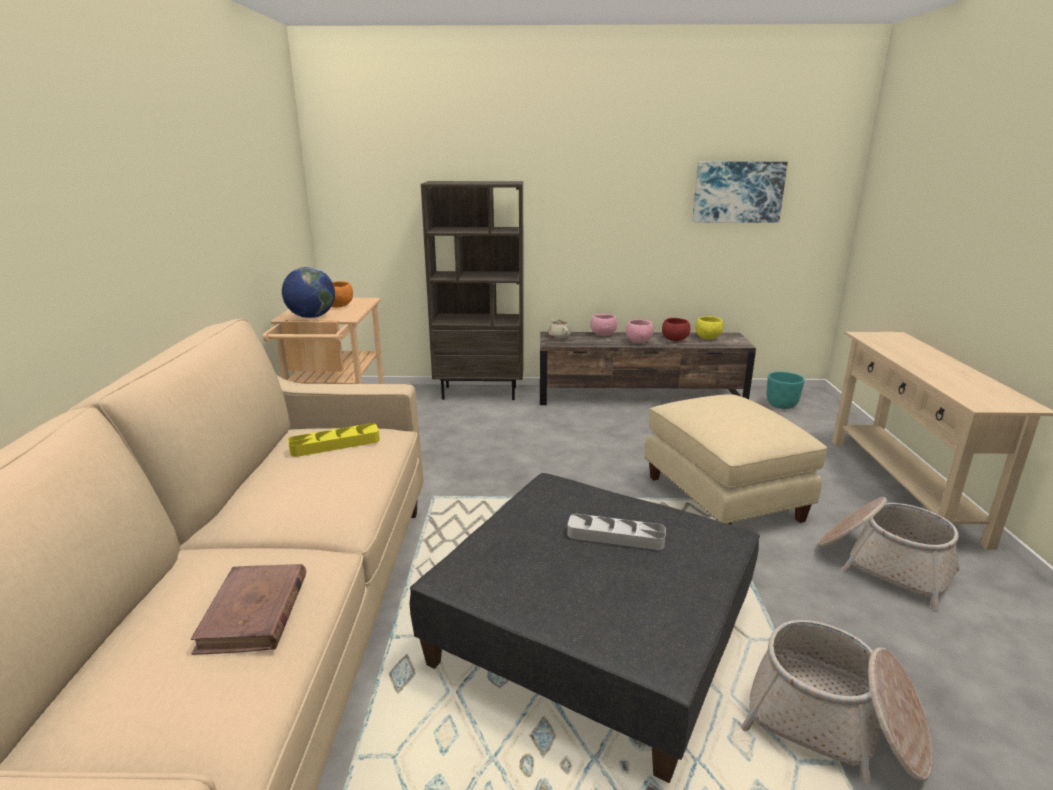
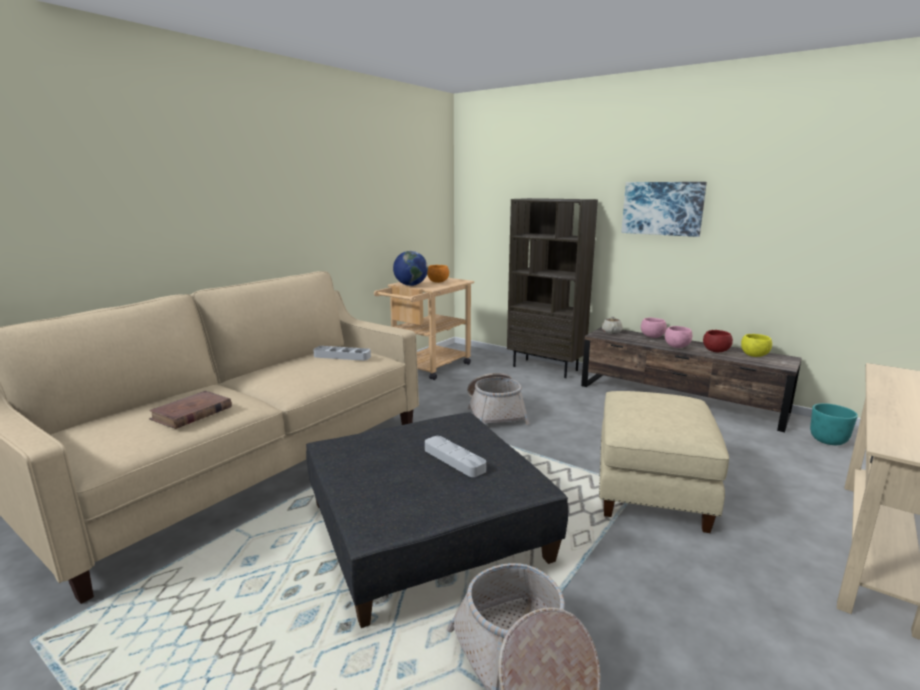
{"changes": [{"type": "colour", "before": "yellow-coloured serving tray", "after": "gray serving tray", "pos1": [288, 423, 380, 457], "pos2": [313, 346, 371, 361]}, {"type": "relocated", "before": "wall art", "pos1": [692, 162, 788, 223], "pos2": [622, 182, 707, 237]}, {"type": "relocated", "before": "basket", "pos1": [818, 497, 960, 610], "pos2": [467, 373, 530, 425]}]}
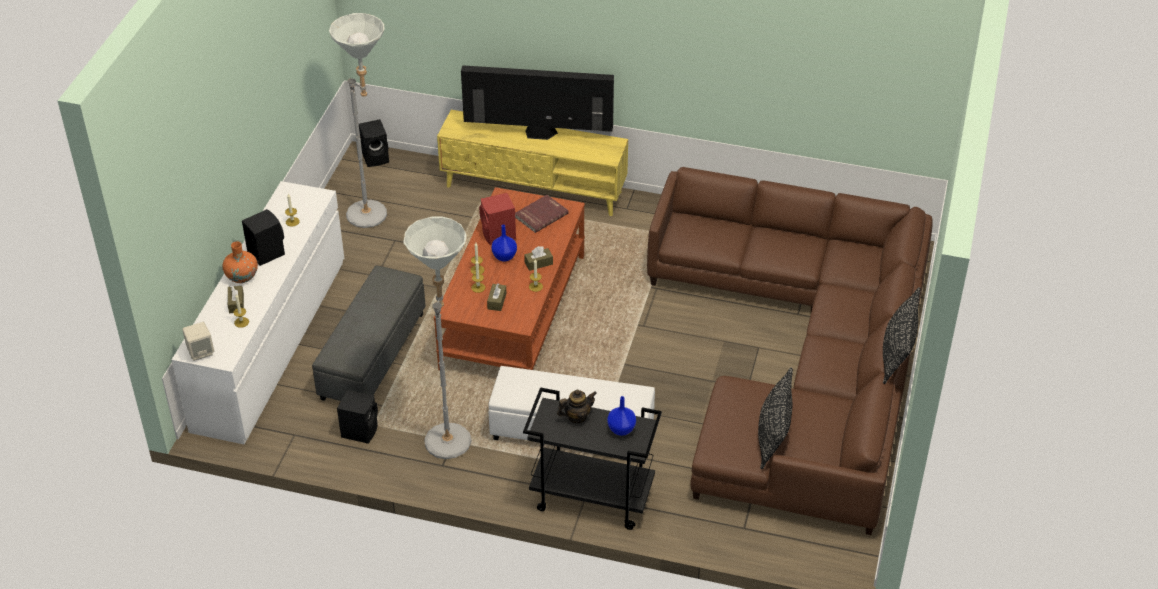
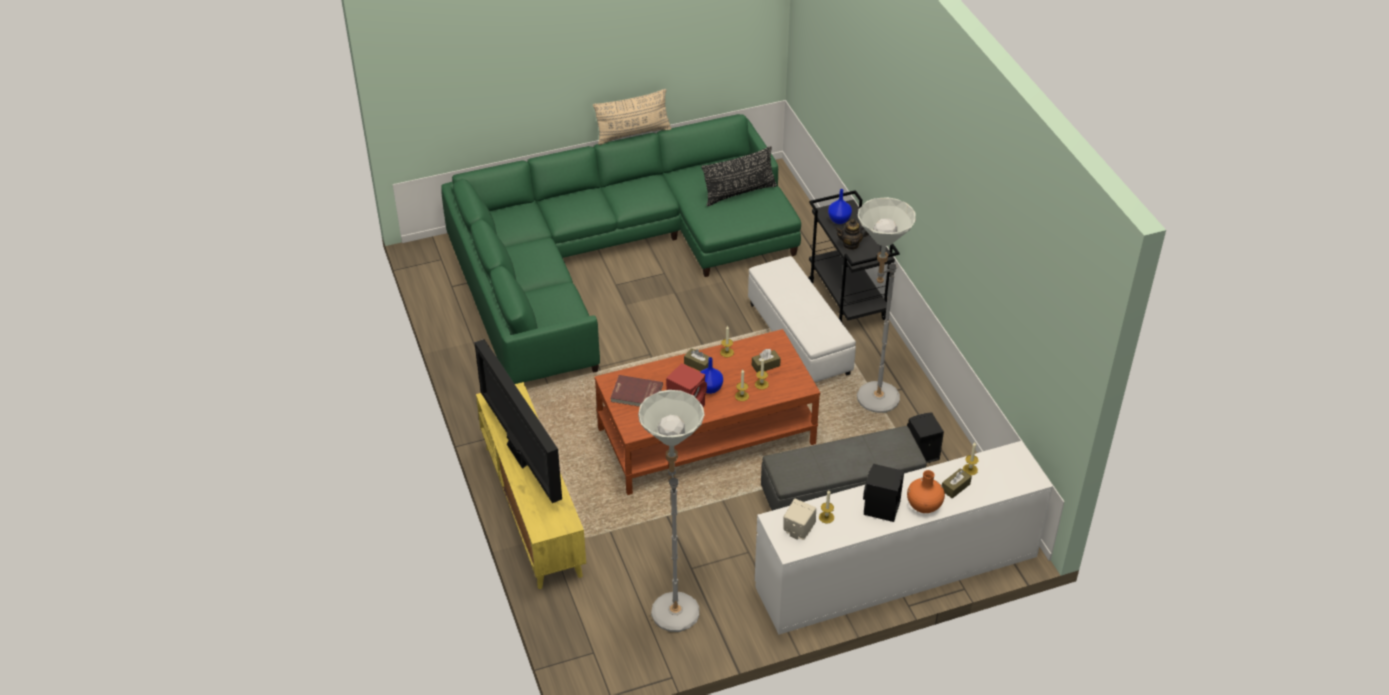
{"changes": [{"type": "relocated", "before": "sand-coloured audio speaker", "pos1": [182, 322, 214, 361], "pos2": [784, 499, 816, 540]}, {"type": "missing", "before": "blackish audio speaker", "pos1": [359, 119, 389, 167]}, {"type": "spun", "before": "pot for tea", "pos1": [557, 389, 597, 423], "pos2": [835, 219, 869, 250], "turn": -45}, {"type": "colour", "before": "brown-coloured couch", "after": "green-coloured couch", "pos1": [647, 167, 933, 535], "pos2": [441, 114, 801, 384]}, {"type": "colour", "before": "blackish cushion", "after": "sand-coloured cushion", "pos1": [883, 287, 921, 384], "pos2": [593, 89, 672, 145]}]}
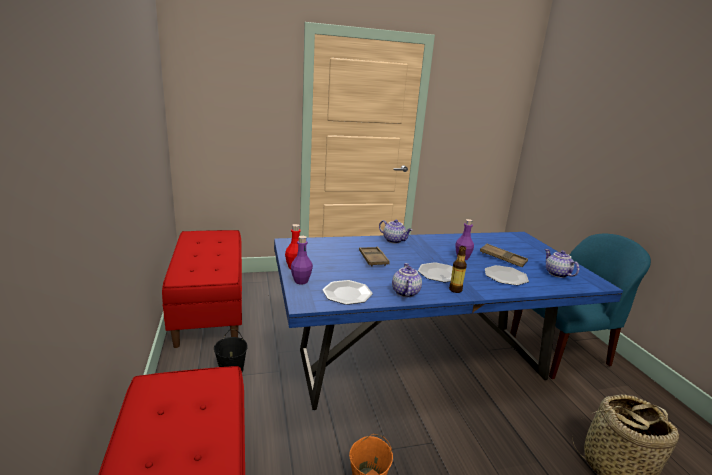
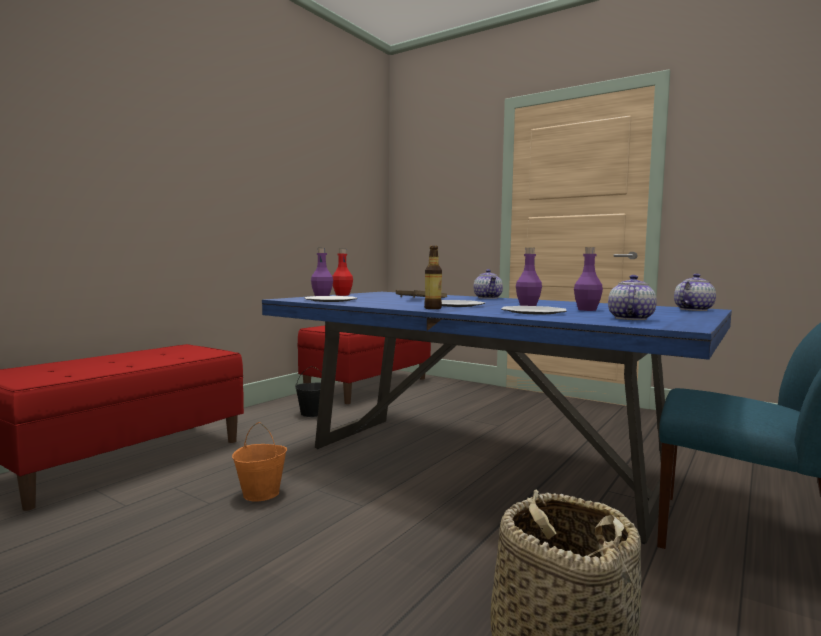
{"changes": [{"type": "relocated", "before": "pot for tea", "pos1": [392, 263, 422, 297], "pos2": [674, 274, 716, 311]}, {"type": "exchanged", "before": "brown-coloured serving tray", "after": "purple beverage bottle", "pos1": [480, 243, 528, 267], "pos2": [574, 247, 603, 311]}]}
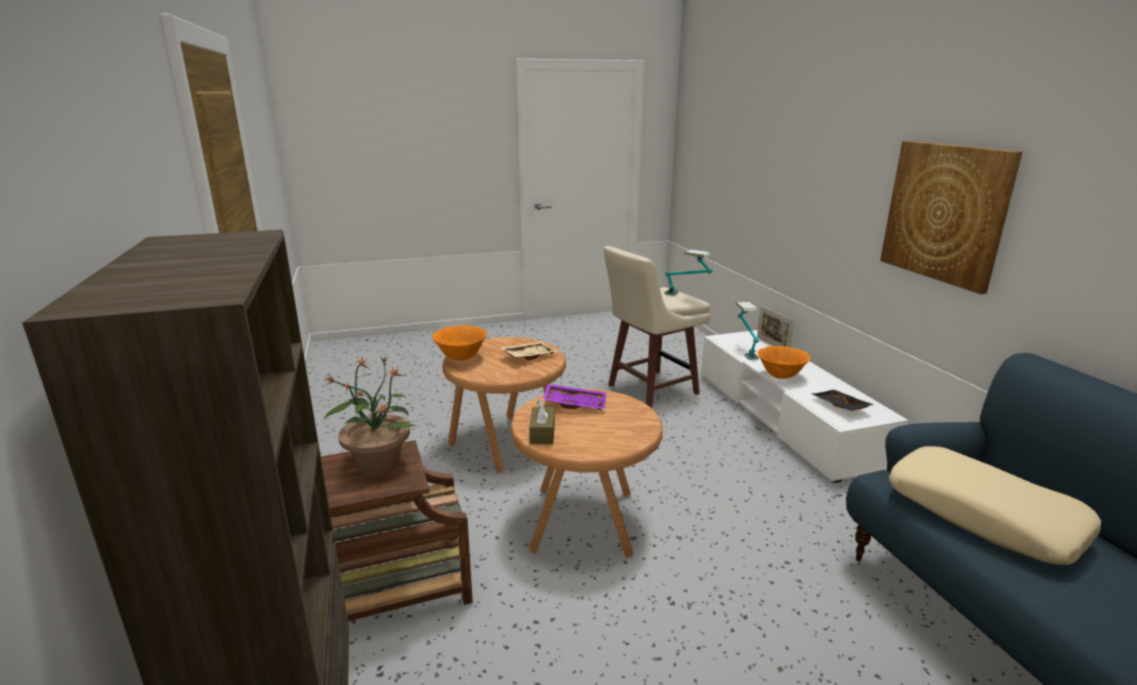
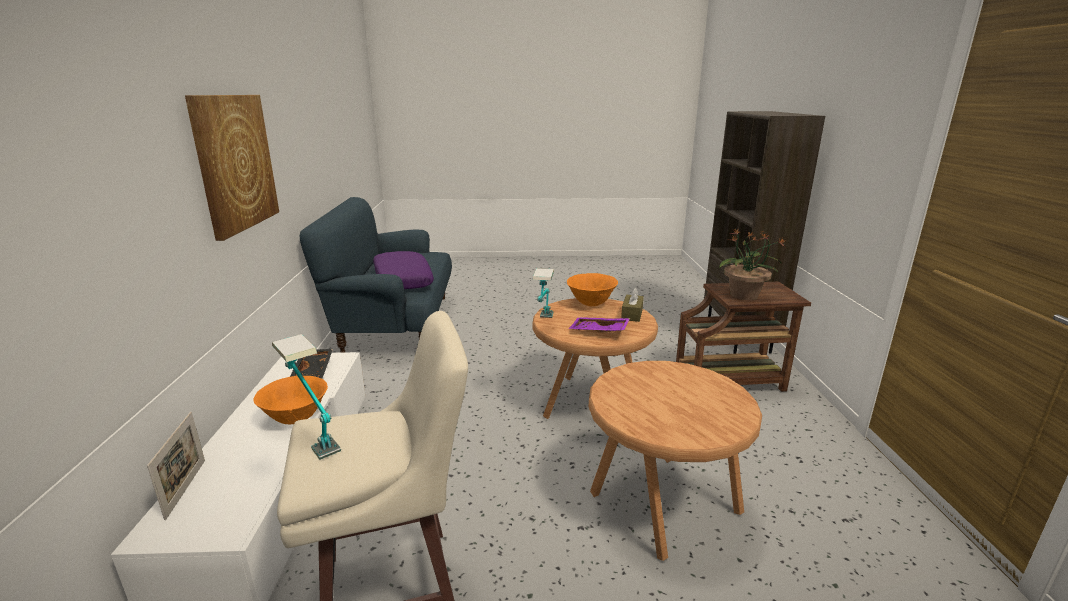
{"changes": [{"type": "relocated", "before": "orangey serving bowl", "pos1": [432, 326, 487, 361], "pos2": [567, 273, 618, 306]}, {"type": "missing", "before": "sand-coloured serving tray", "pos1": [499, 342, 558, 360]}, {"type": "relocated", "before": "tabletop lamp", "pos1": [736, 302, 759, 360], "pos2": [533, 268, 554, 318]}, {"type": "colour", "before": "sand-coloured cushion", "after": "purple cushion", "pos1": [889, 446, 1101, 565], "pos2": [373, 251, 434, 289]}]}
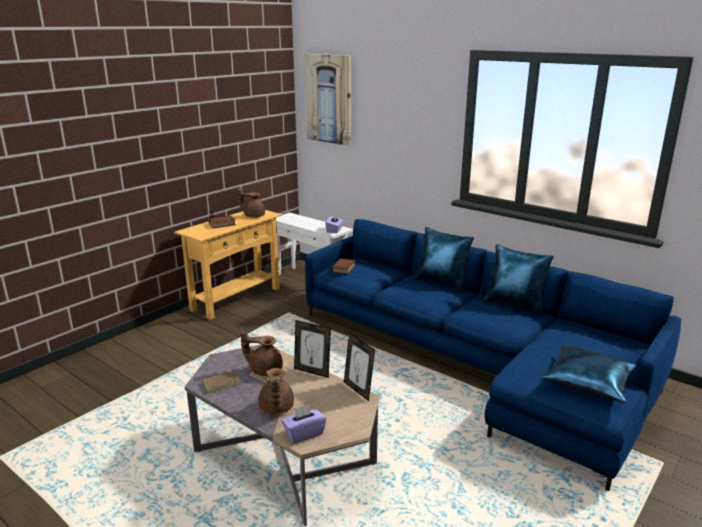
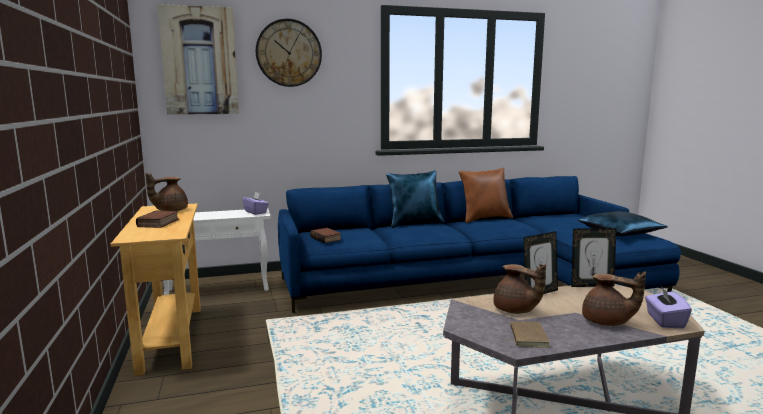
{"changes": [{"type": "spun", "before": "brown-coloured pot for tea", "pos1": [241, 330, 283, 376], "pos2": [493, 264, 546, 314], "turn": -90}, {"type": "colour", "before": "blue-coloured cushion", "after": "brown-coloured cushion", "pos1": [482, 244, 554, 316], "pos2": [459, 168, 513, 223]}, {"type": "appeared", "after": "hanging clock", "pos2": [256, 19, 322, 87]}]}
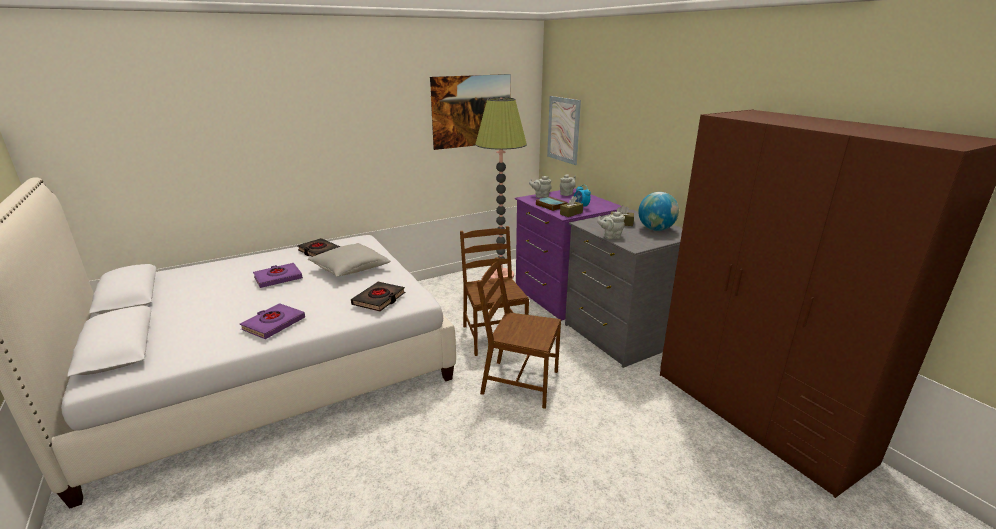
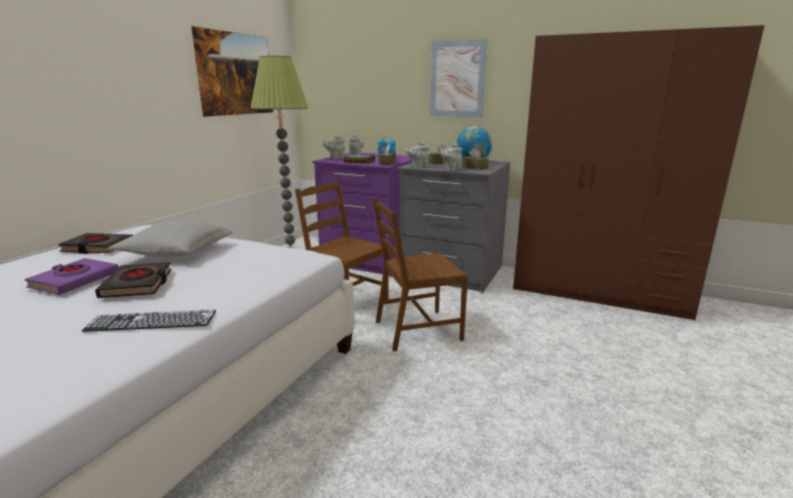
{"changes": [{"type": "exchanged", "before": "purple book", "after": "computer keyboard", "pos1": [240, 303, 305, 339], "pos2": [82, 309, 216, 332]}, {"type": "relocated", "before": "blackish book", "pos1": [351, 282, 405, 311], "pos2": [95, 262, 172, 298]}, {"type": "relocated", "before": "wall art", "pos1": [547, 96, 581, 165], "pos2": [430, 39, 487, 117]}, {"type": "appeared", "after": "gray pot for tea", "pos2": [406, 141, 430, 168]}, {"type": "appeared", "after": "brown-coloured tissue box", "pos2": [462, 148, 489, 170]}]}
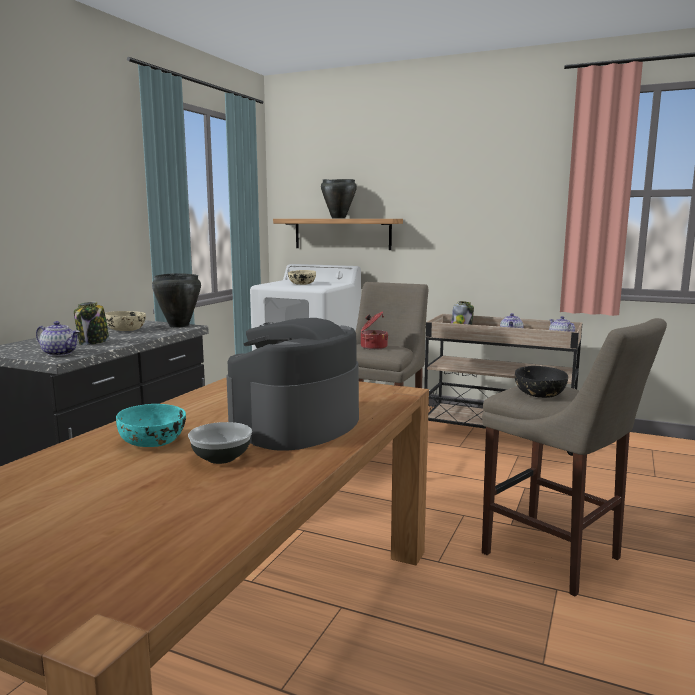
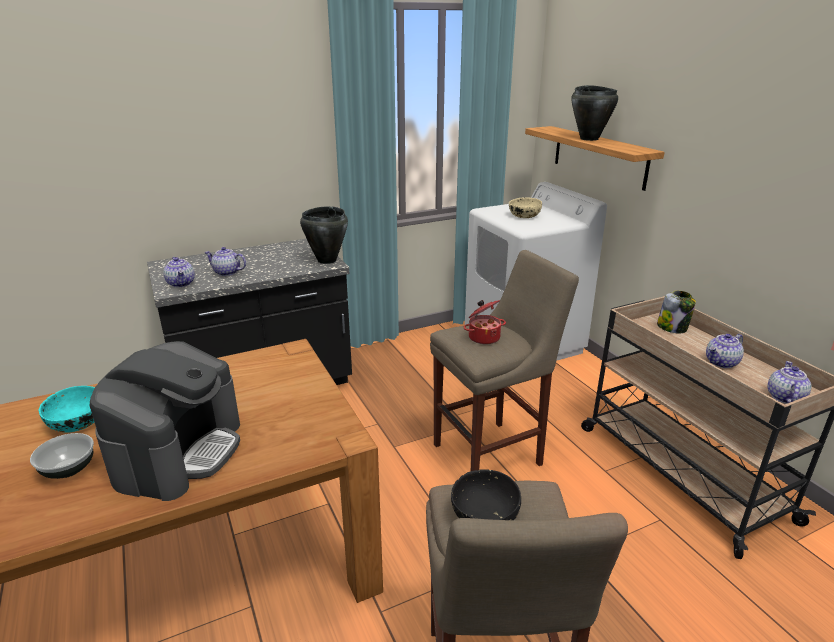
{"changes": [{"type": "exchanged", "before": "preserve jar", "after": "pot for tea", "pos1": [74, 302, 109, 345], "pos2": [204, 247, 246, 276]}, {"type": "missing", "before": "sand-coloured serving bowl", "pos1": [105, 311, 146, 331]}, {"type": "spun", "before": "coffee brewer", "pos1": [226, 318, 359, 451], "pos2": [90, 341, 240, 501], "turn": 120}]}
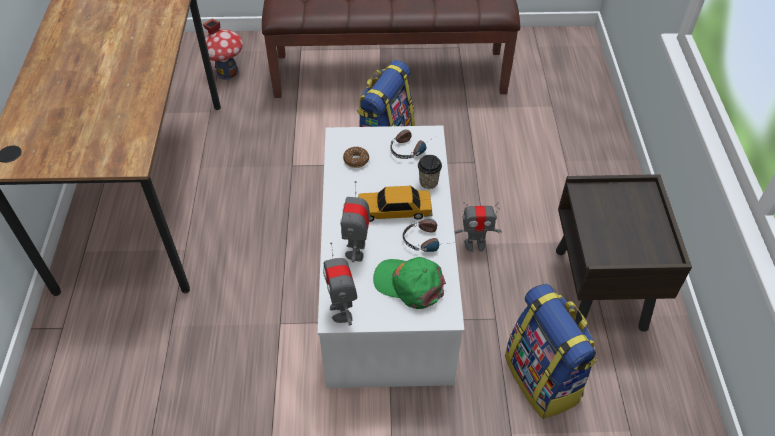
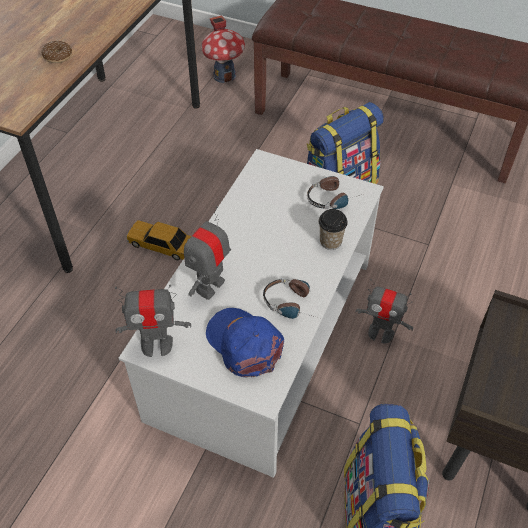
{"changes": [{"type": "spun", "before": "robot figure", "pos1": [323, 242, 357, 325], "pos2": [115, 285, 191, 357], "turn": -105}, {"type": "relocated", "before": "doughnut", "pos1": [343, 147, 369, 168], "pos2": [42, 41, 72, 63]}, {"type": "relocated", "before": "toy car", "pos1": [358, 186, 433, 222], "pos2": [127, 220, 191, 260]}, {"type": "colour", "before": "green-coloured peaked cap", "after": "blue-coloured peaked cap", "pos1": [373, 257, 446, 309], "pos2": [206, 308, 284, 378]}]}
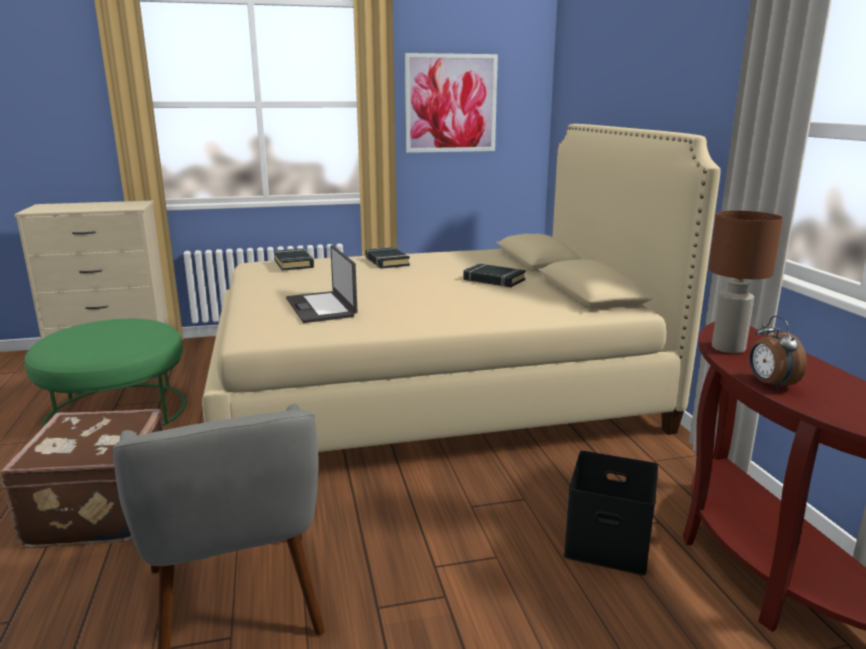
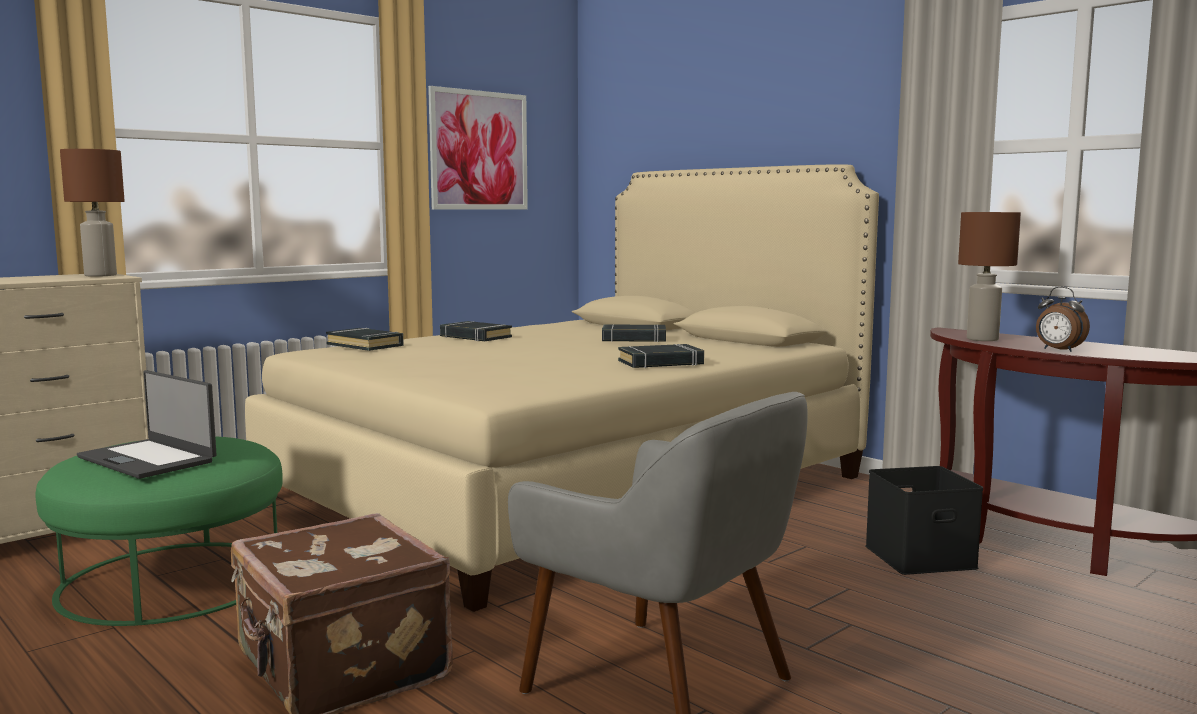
{"changes": [{"type": "relocated", "before": "notebook computer", "pos1": [286, 245, 357, 323], "pos2": [77, 370, 217, 479]}, {"type": "appeared", "after": "brown-coloured tabletop lamp", "pos2": [60, 149, 125, 277]}, {"type": "appeared", "after": "blackish book", "pos2": [618, 344, 704, 368]}]}
